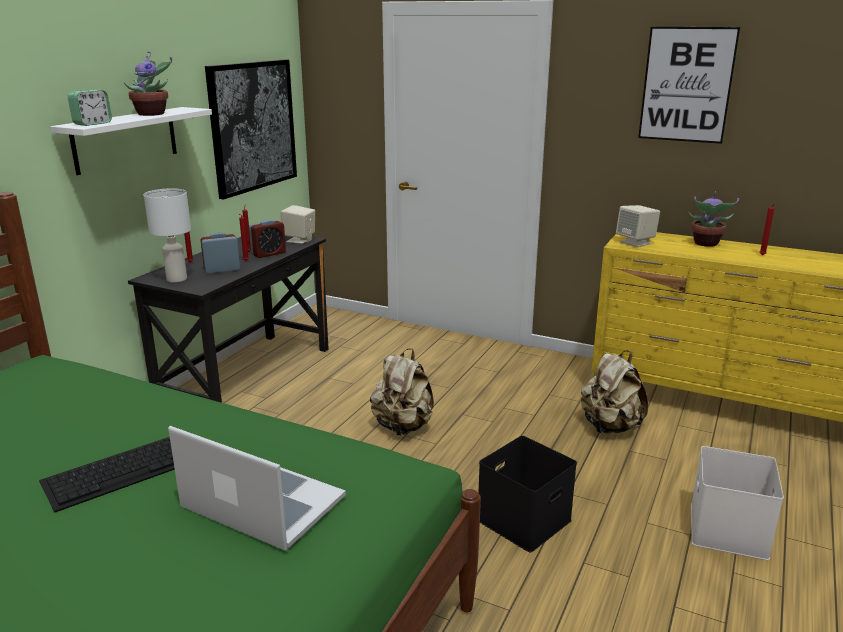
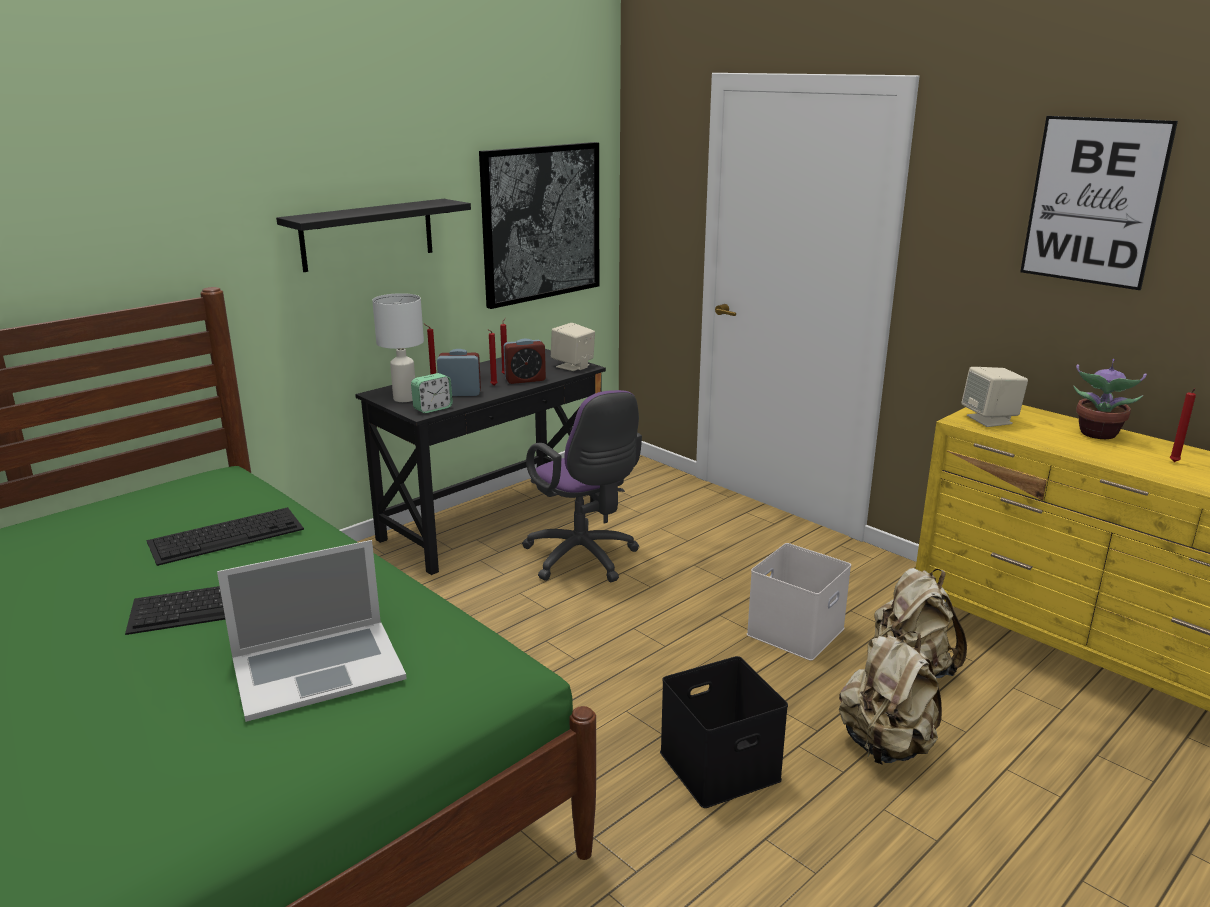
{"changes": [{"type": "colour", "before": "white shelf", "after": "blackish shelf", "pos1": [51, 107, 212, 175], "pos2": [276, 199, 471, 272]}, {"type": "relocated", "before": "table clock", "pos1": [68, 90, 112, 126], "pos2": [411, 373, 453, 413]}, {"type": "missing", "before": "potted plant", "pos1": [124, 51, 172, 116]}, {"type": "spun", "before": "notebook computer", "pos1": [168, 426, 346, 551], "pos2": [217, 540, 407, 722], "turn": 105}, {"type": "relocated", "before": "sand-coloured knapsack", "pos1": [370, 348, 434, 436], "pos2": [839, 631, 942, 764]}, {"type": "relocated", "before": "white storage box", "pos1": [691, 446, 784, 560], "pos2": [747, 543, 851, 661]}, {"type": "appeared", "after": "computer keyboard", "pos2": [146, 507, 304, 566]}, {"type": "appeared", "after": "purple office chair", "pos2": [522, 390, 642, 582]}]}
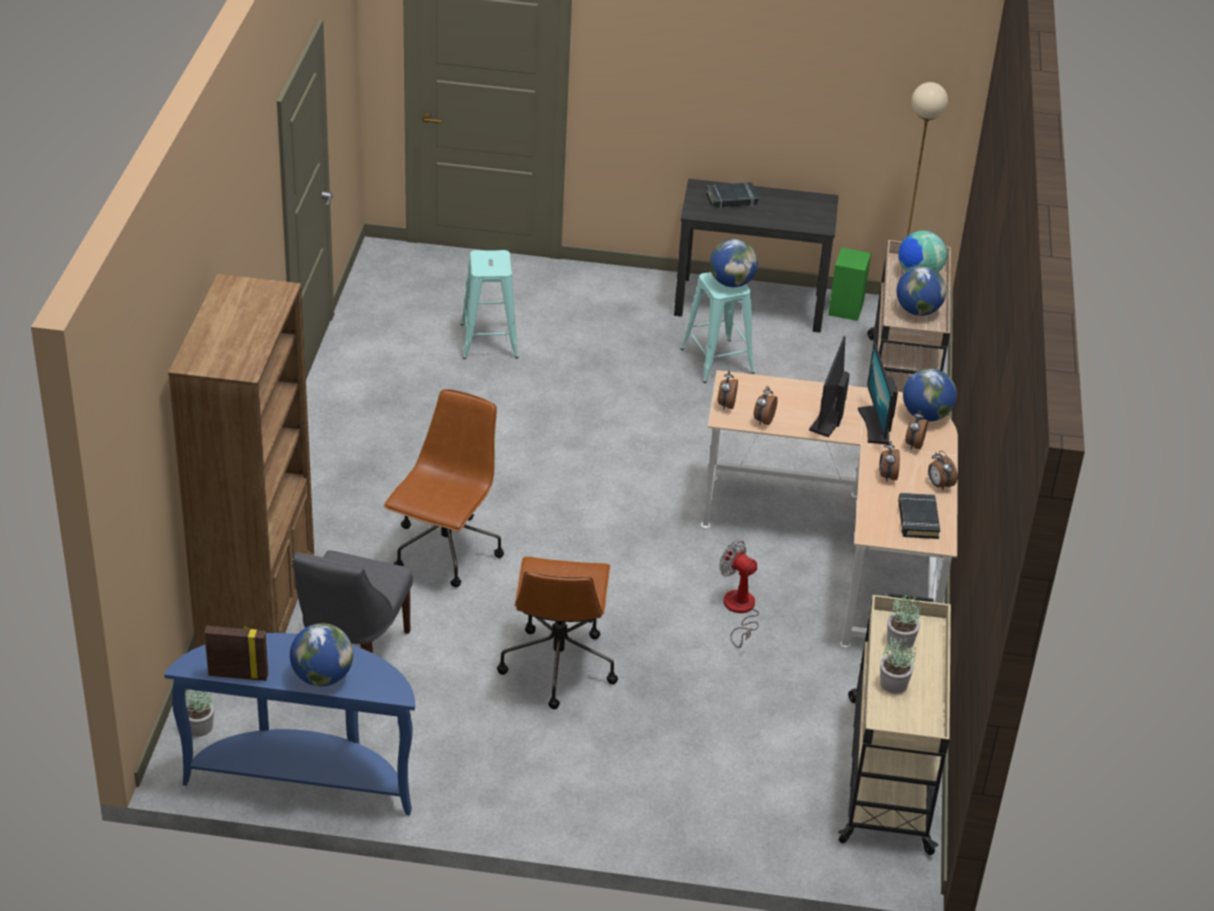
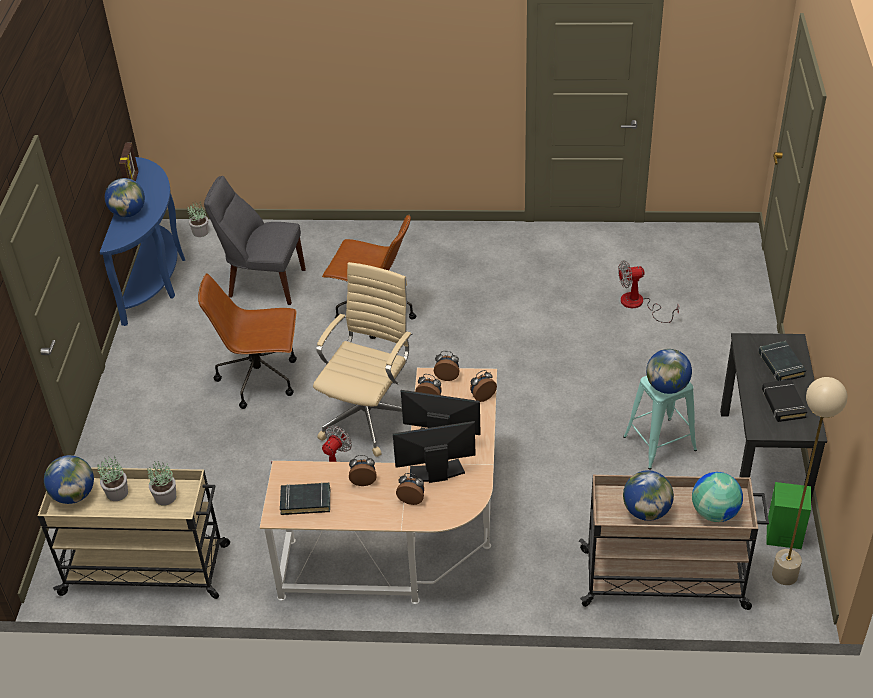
{"changes": [{"type": "missing", "before": "brown-coloured bookshelf", "pos1": [168, 274, 314, 648]}, {"type": "exchanged", "before": "turquoise-coloured sitting stool", "after": "cooling fan", "pos1": [461, 250, 519, 359], "pos2": [618, 260, 679, 323]}, {"type": "relocated", "before": "globe", "pos1": [903, 368, 957, 421], "pos2": [44, 455, 94, 504]}, {"type": "relocated", "before": "table clock", "pos1": [928, 451, 958, 491], "pos2": [470, 370, 497, 402]}, {"type": "appeared", "after": "sand-coloured office chair", "pos2": [313, 262, 412, 457]}, {"type": "appeared", "after": "blackish book", "pos2": [762, 379, 807, 422]}]}
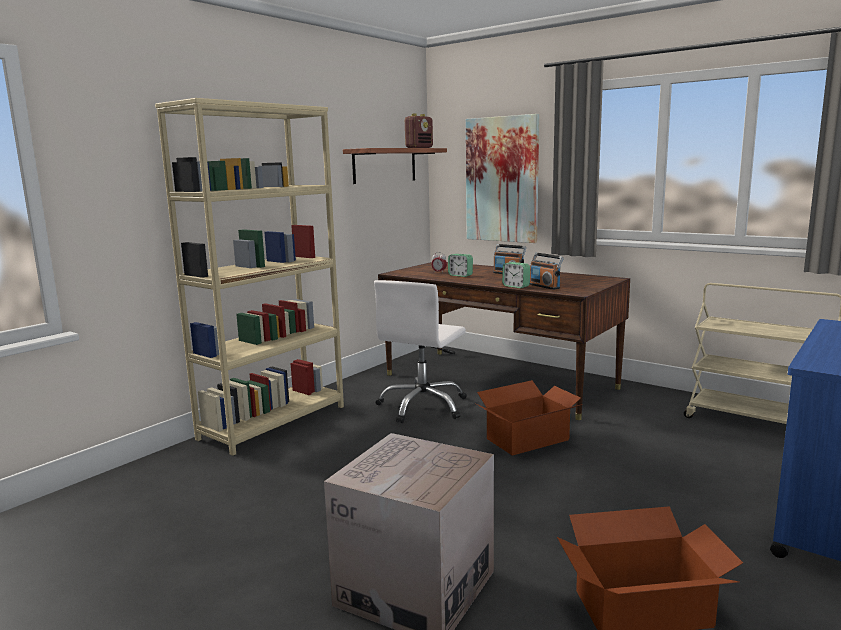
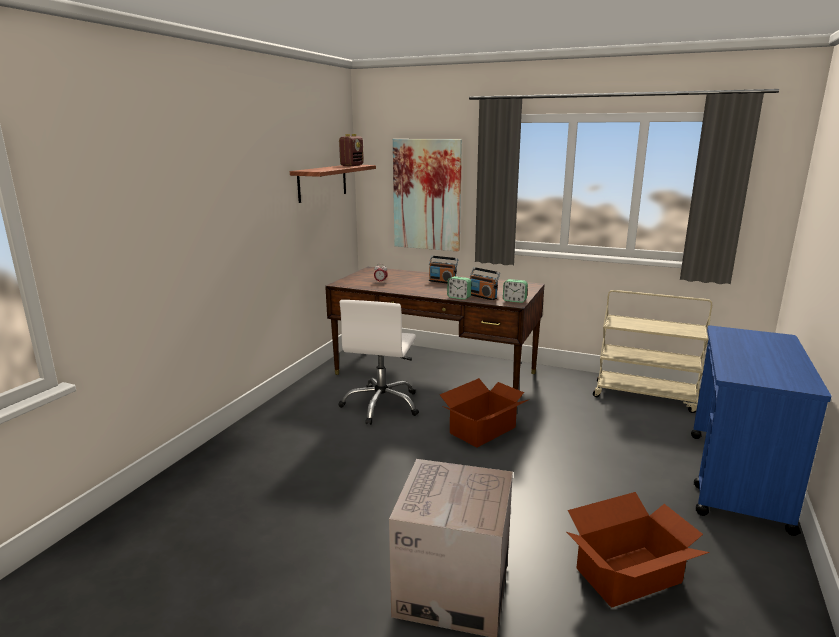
{"changes": [{"type": "missing", "before": "sand-coloured bookshelf", "pos1": [155, 98, 344, 456]}, {"type": "relocated", "before": "table clock", "pos1": [448, 254, 473, 277], "pos2": [503, 279, 528, 303]}]}
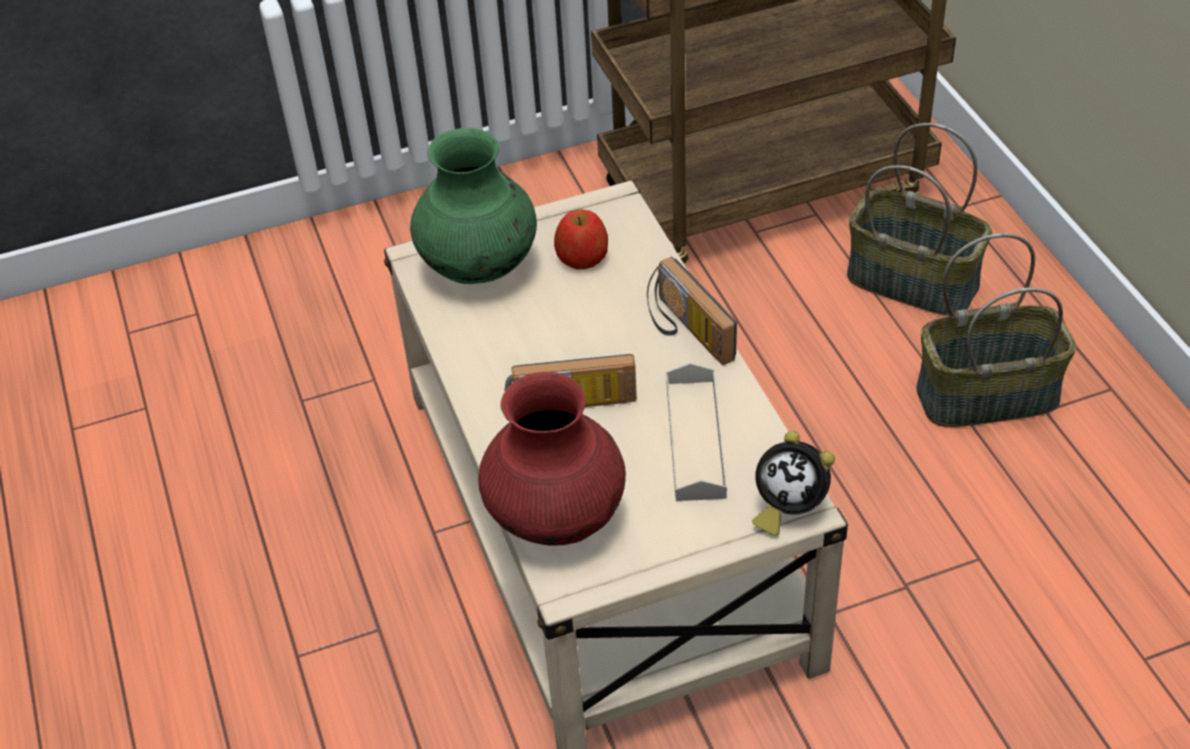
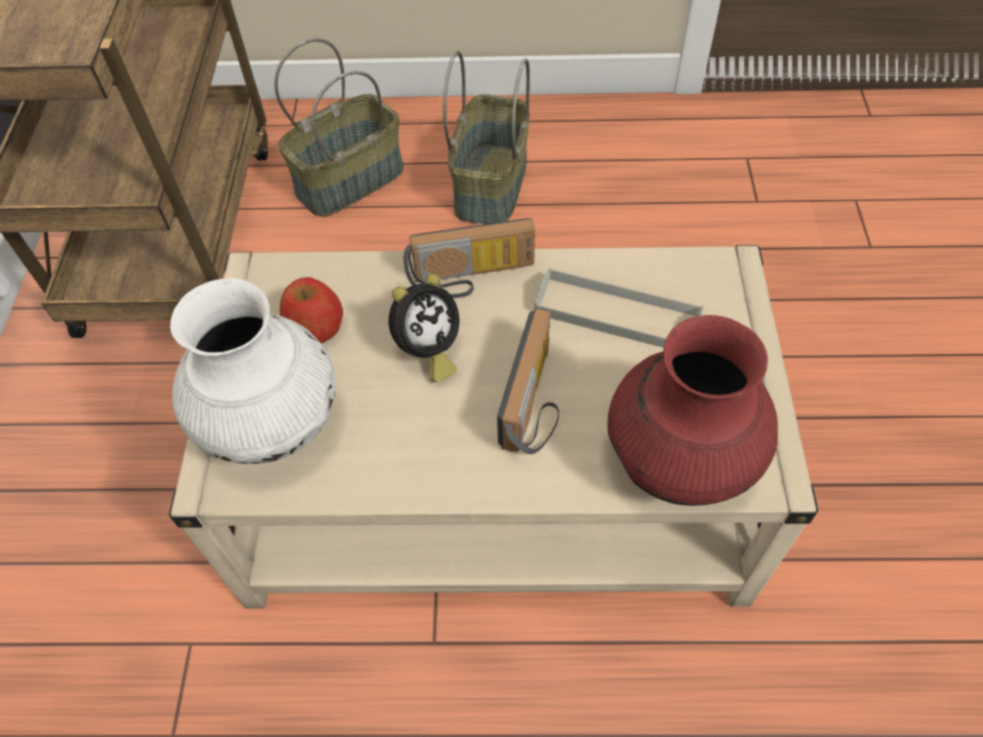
{"changes": [{"type": "colour", "before": "green-coloured vase", "after": "white vase", "pos1": [410, 128, 537, 284], "pos2": [170, 278, 335, 464]}, {"type": "relocated", "before": "table clock", "pos1": [752, 431, 835, 536], "pos2": [389, 274, 460, 382]}]}
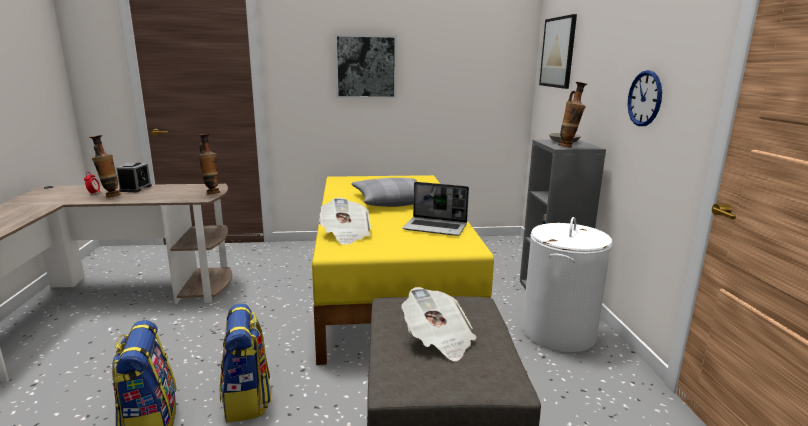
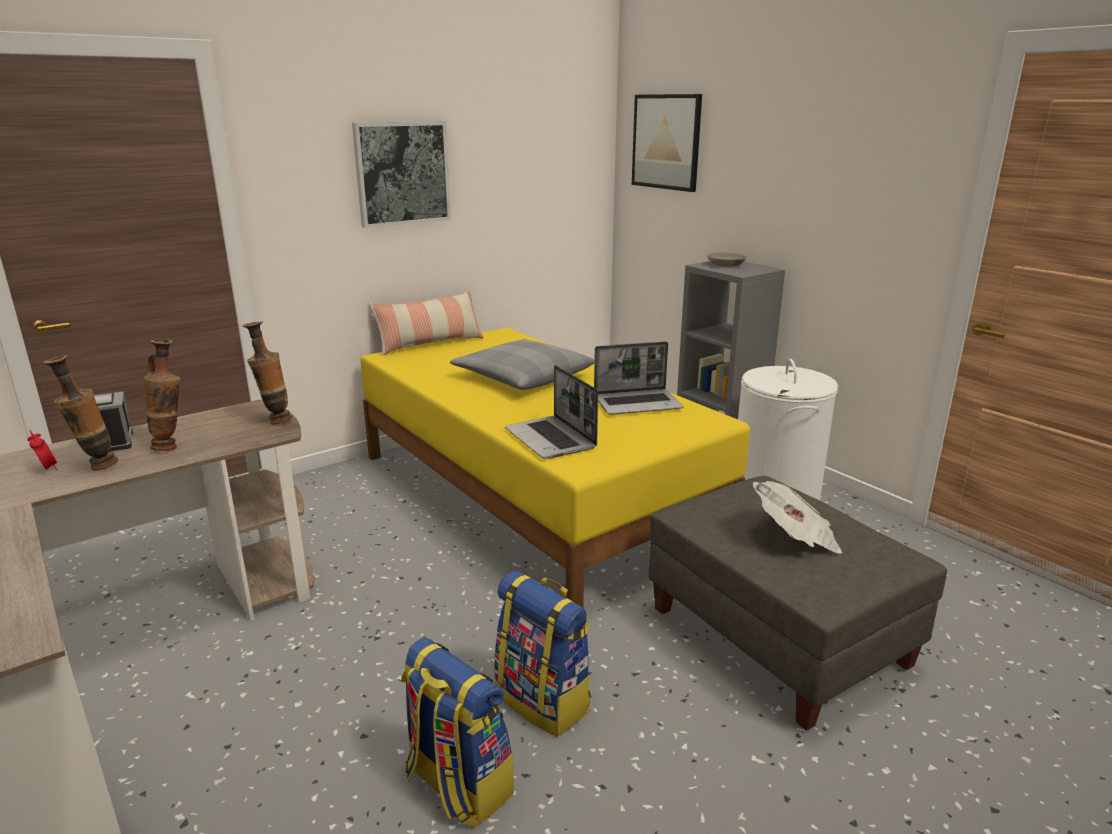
{"changes": [{"type": "exchanged", "before": "newspaper", "after": "notebook computer", "pos1": [318, 198, 371, 245], "pos2": [505, 365, 598, 459]}, {"type": "relocated", "before": "vase", "pos1": [558, 82, 587, 148], "pos2": [144, 339, 181, 451]}, {"type": "missing", "before": "hanging clock", "pos1": [628, 70, 662, 126]}, {"type": "appeared", "after": "cushion", "pos2": [369, 290, 484, 356]}]}
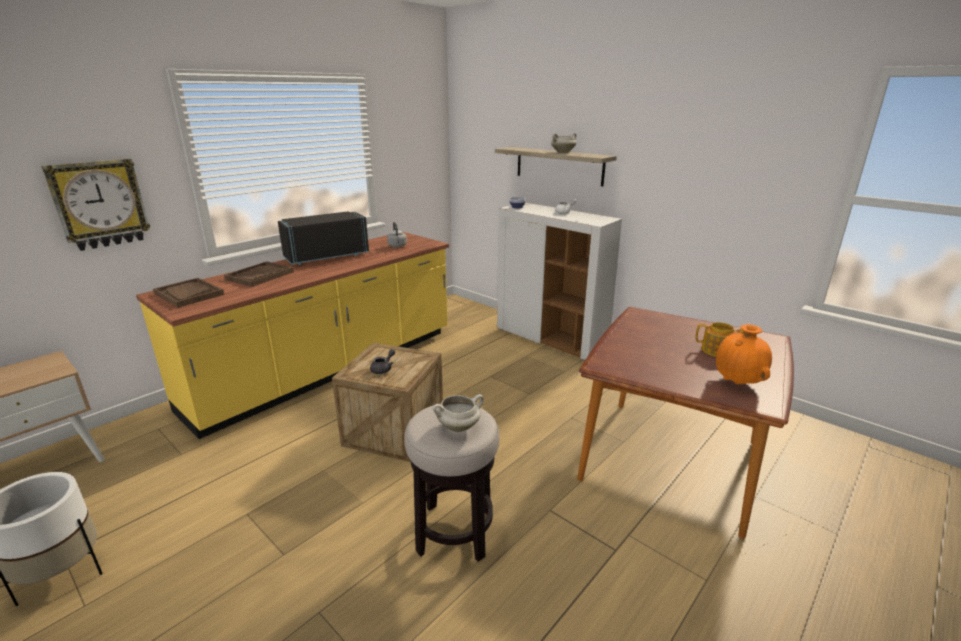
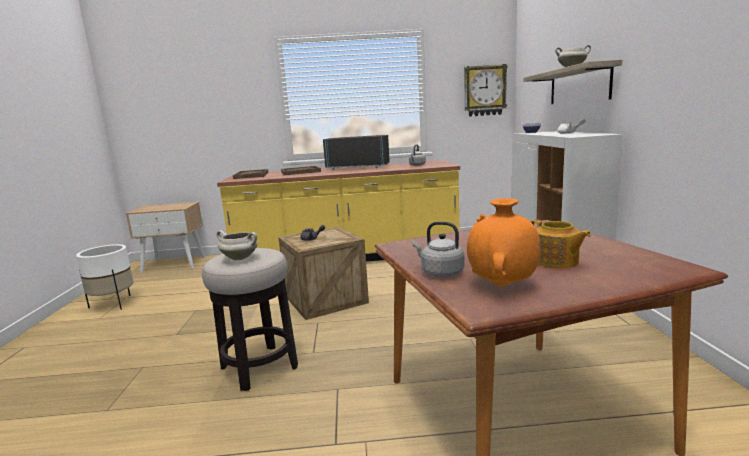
{"changes": [{"type": "relocated", "before": "hanging clock", "pos1": [42, 159, 150, 251], "pos2": [464, 64, 508, 117]}, {"type": "appeared", "after": "gray kettle", "pos2": [413, 222, 464, 277]}]}
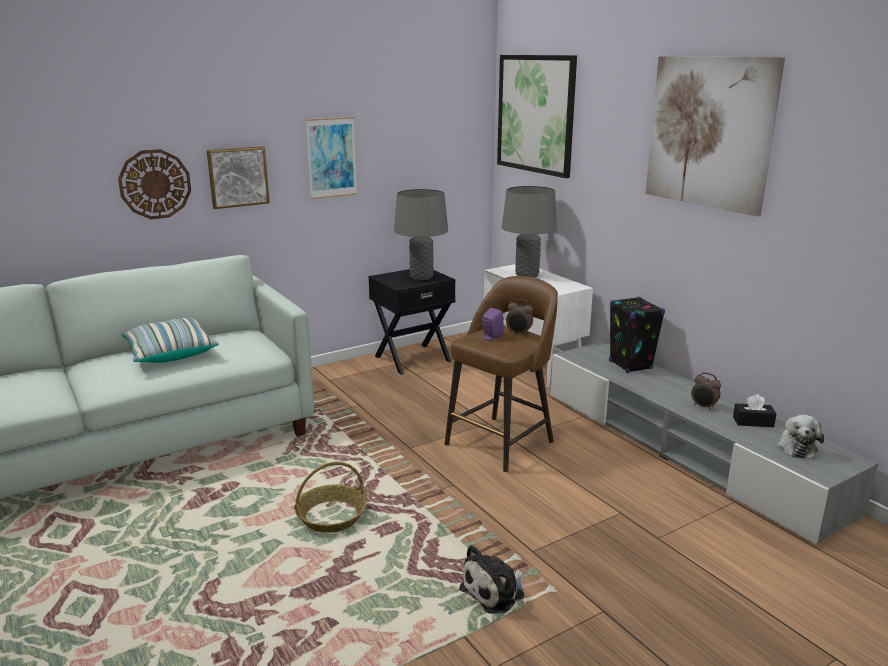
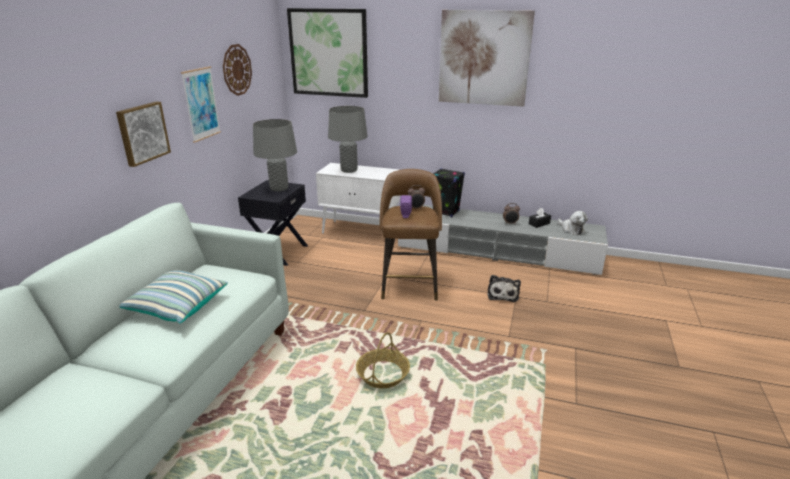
{"changes": [{"type": "relocated", "before": "hanging clock", "pos1": [118, 149, 191, 219], "pos2": [223, 44, 252, 96]}, {"type": "relocated", "before": "plush toy", "pos1": [459, 545, 524, 614], "pos2": [487, 275, 521, 302]}]}
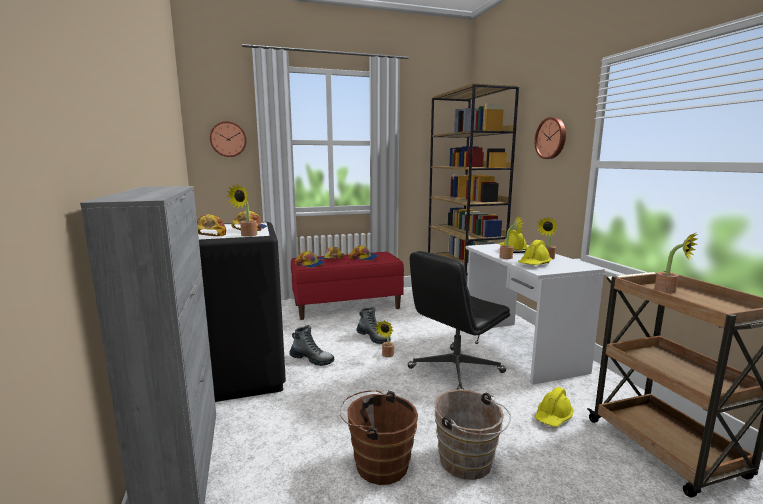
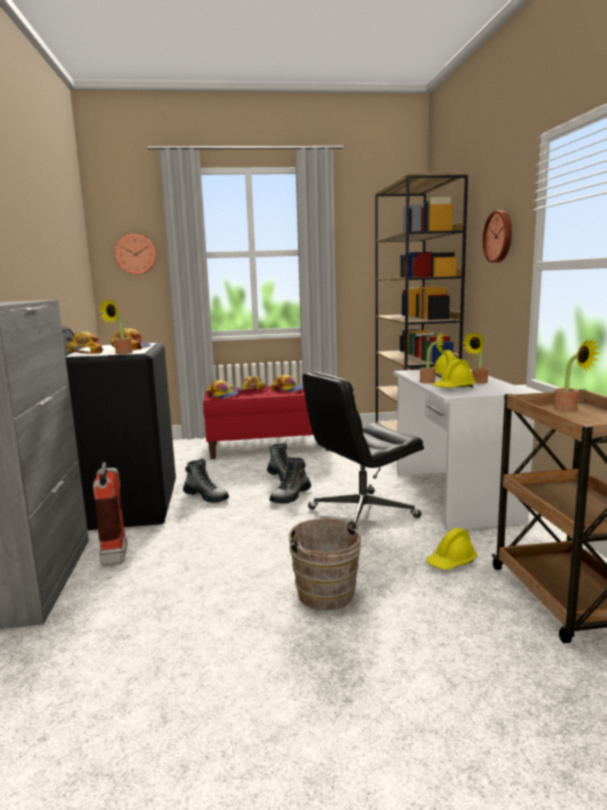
{"changes": [{"type": "missing", "before": "brown-coloured bucket", "pos1": [340, 390, 418, 485]}, {"type": "exchanged", "before": "potted plant", "after": "boot", "pos1": [375, 321, 394, 357], "pos2": [269, 457, 311, 504]}, {"type": "appeared", "after": "fire extinguisher", "pos2": [93, 462, 128, 566]}]}
